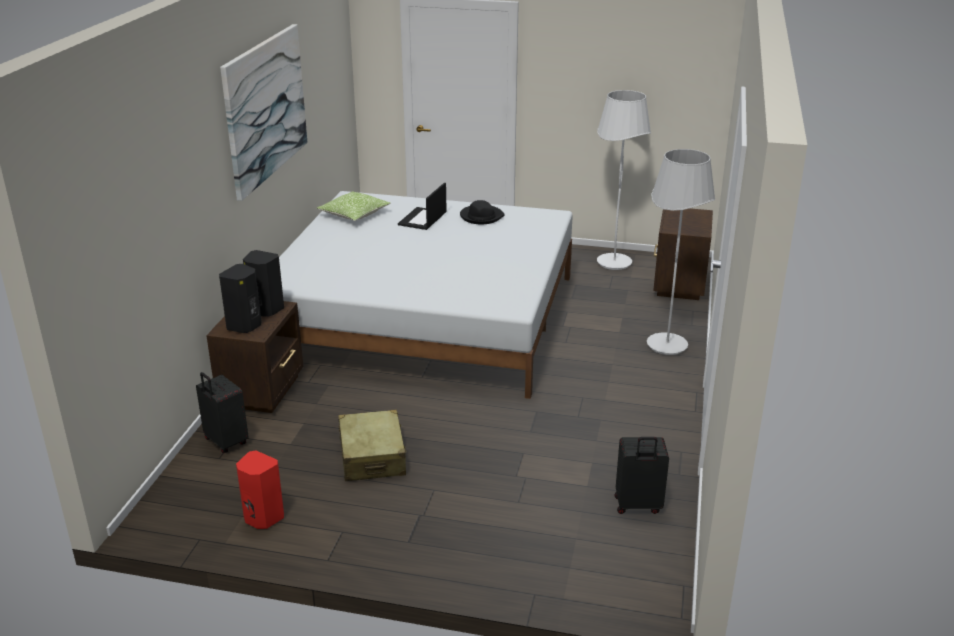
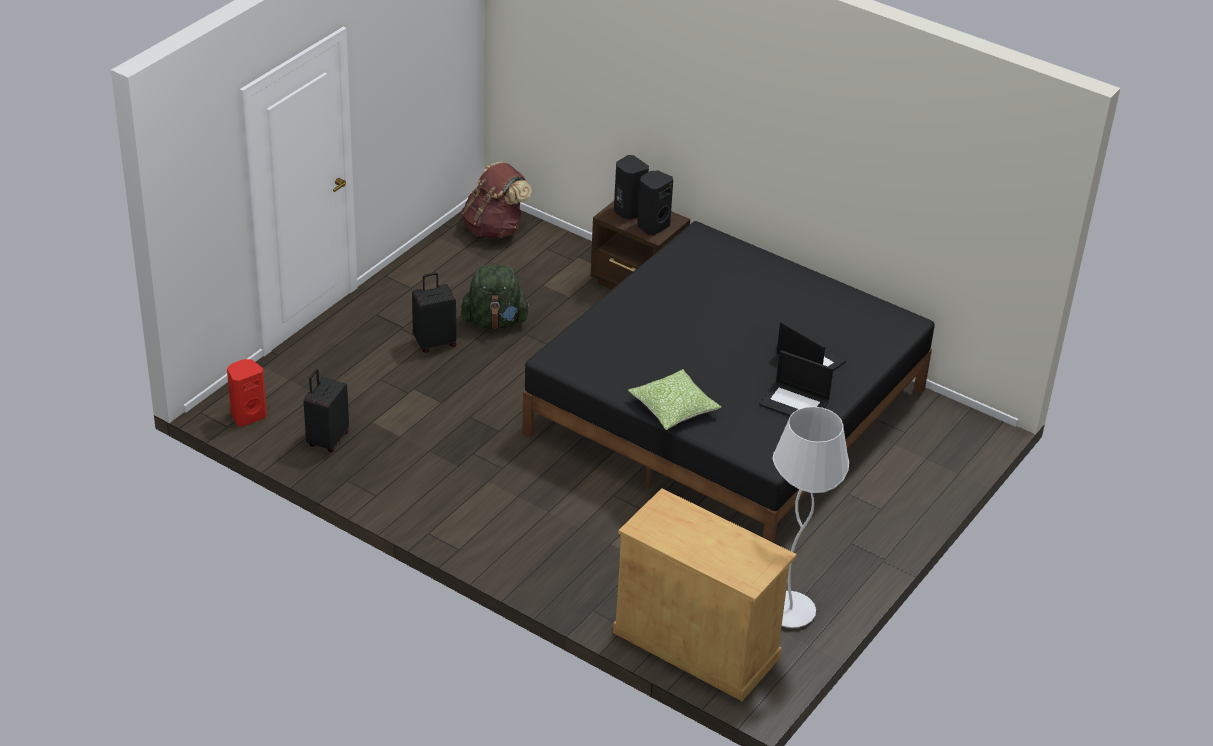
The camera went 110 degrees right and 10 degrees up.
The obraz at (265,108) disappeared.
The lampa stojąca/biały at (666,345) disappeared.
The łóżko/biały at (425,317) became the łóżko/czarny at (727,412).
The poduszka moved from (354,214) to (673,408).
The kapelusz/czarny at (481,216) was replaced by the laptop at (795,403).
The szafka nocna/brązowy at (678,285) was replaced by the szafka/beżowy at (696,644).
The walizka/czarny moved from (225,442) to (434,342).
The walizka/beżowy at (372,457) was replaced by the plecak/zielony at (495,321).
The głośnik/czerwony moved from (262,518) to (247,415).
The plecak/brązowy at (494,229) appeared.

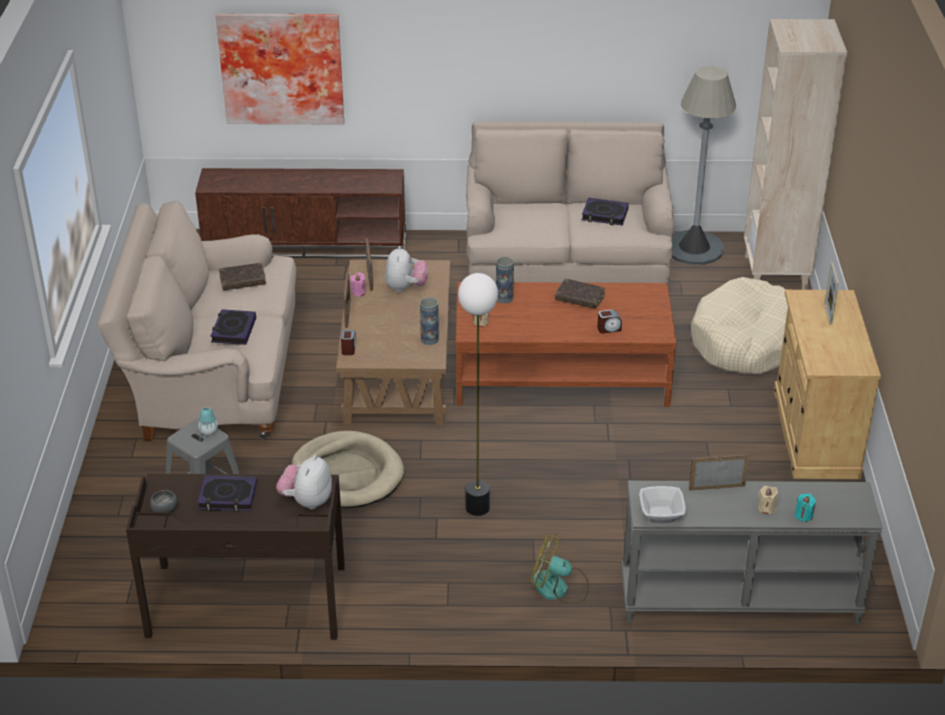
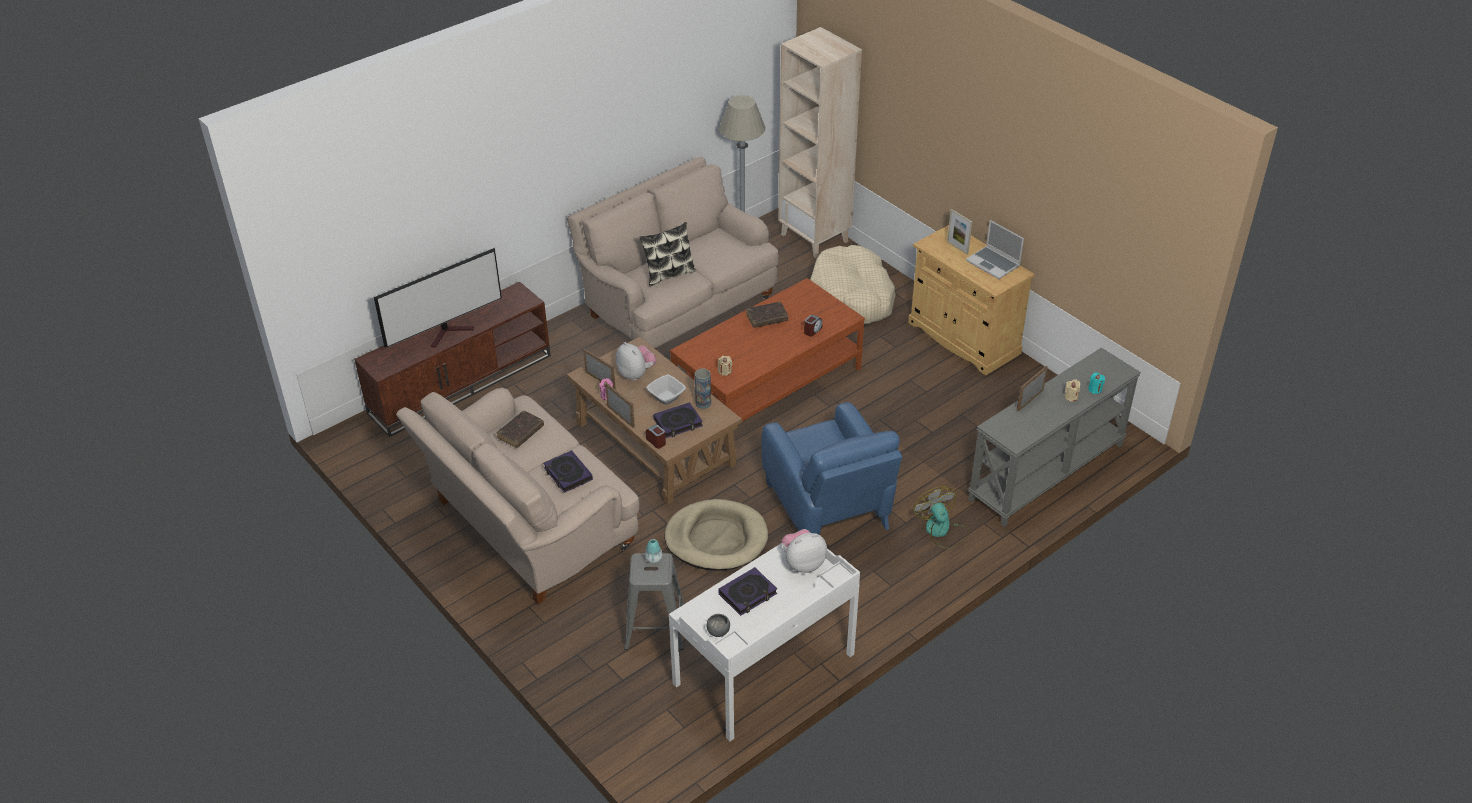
The camera went 40 degrees left and 5 degrees up.
The obraz at (282,67) disappeared.
The książka moved from (605,215) to (678,423).
The wazon at (504,298) disappeared.
The lampa stojąca at (477,507) was replaced by the fotel/niebieski at (828,509).
The pluszak at (307,501) turned 90 degrees clockwise.
The biurko/brązowy at (247,602) became the biurko/biały at (765,670).
The miska moved from (660,514) to (666,397).
The wentylator at (558,588) turned 90 degrees clockwise.
The laptop at (994,263) appeared.
The poduszka at (669,274) appeared.
The telewizor at (450,332) appeared.

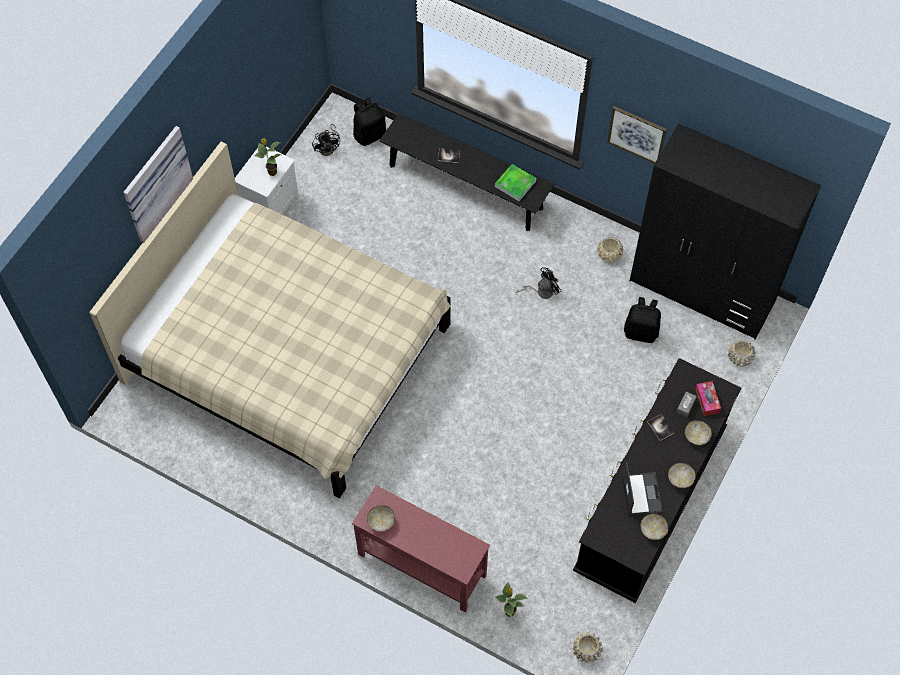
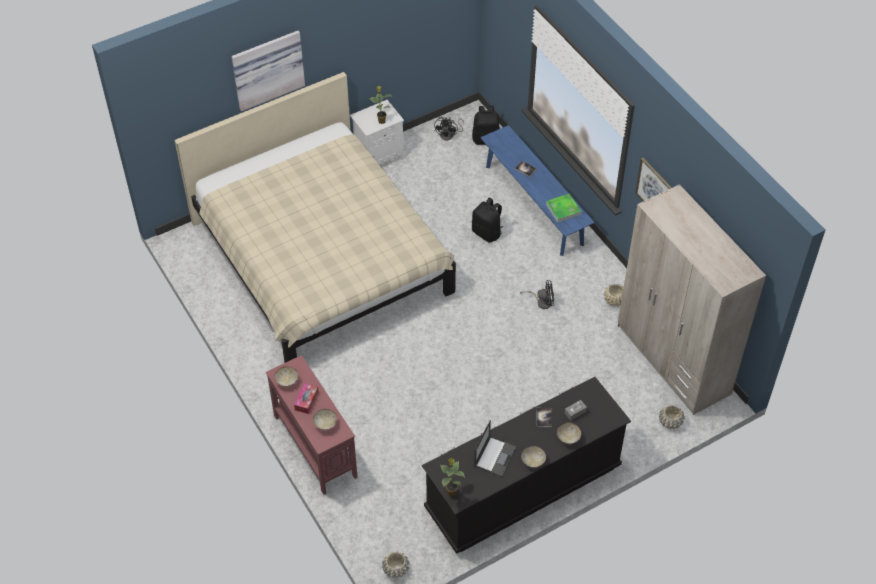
The camera went 30 degrees right and 10 degrees down.
The ławka/czarny at (465,187) became the ławka/niebieski at (534,205).
The szafa/czarny at (702,291) became the szafa/beżowy at (673,360).
The plecak/czarny moved from (641,331) to (487,233).
The pudełko chusteczek moved from (707,400) to (306,401).
The miska moved from (653,531) to (325,424).
The roślina doniczkowa moved from (509,611) to (451,492).

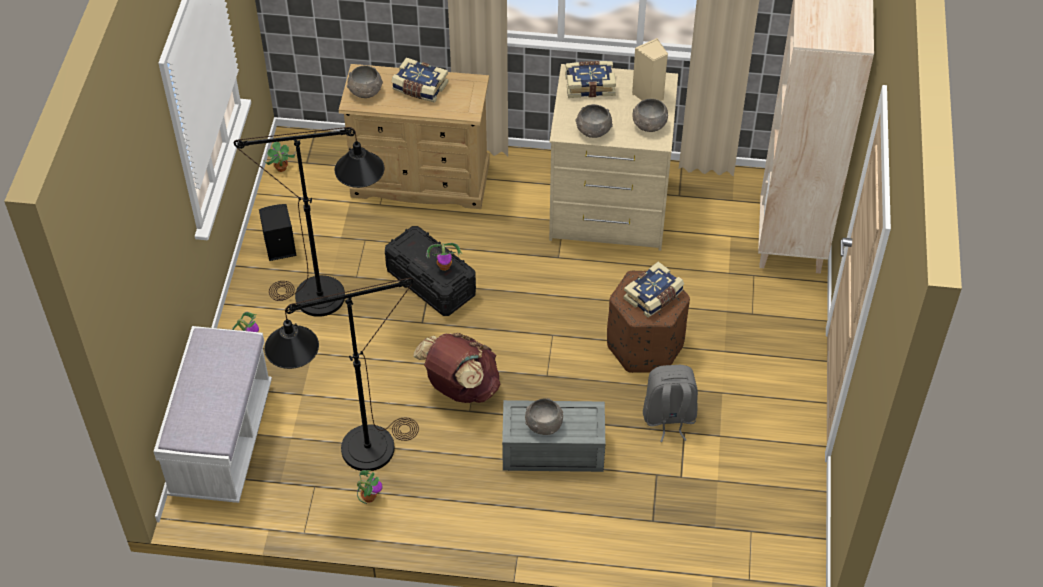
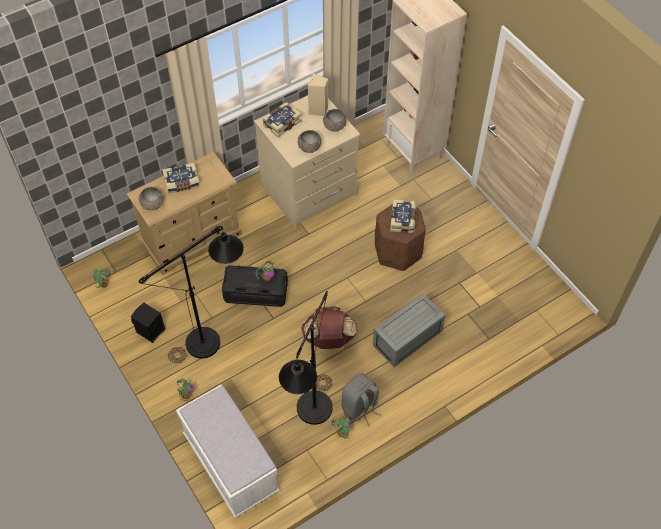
The camera went 40 degrees left and 5 degrees up.
The plecak/szary moved from (669,418) to (360,408).
The miska/szary at (544,424) disappeared.

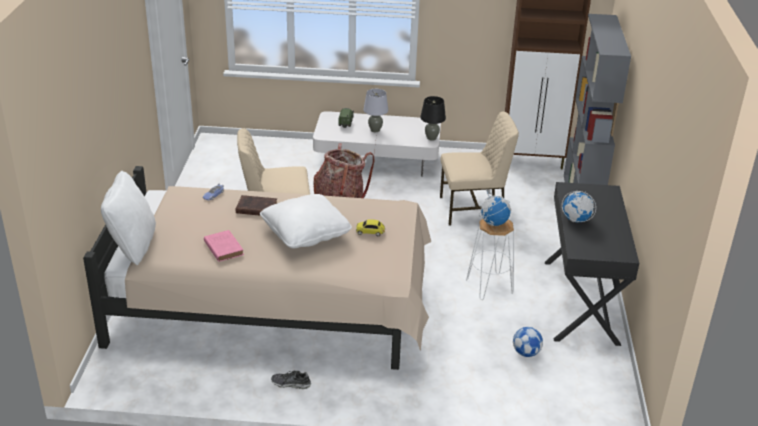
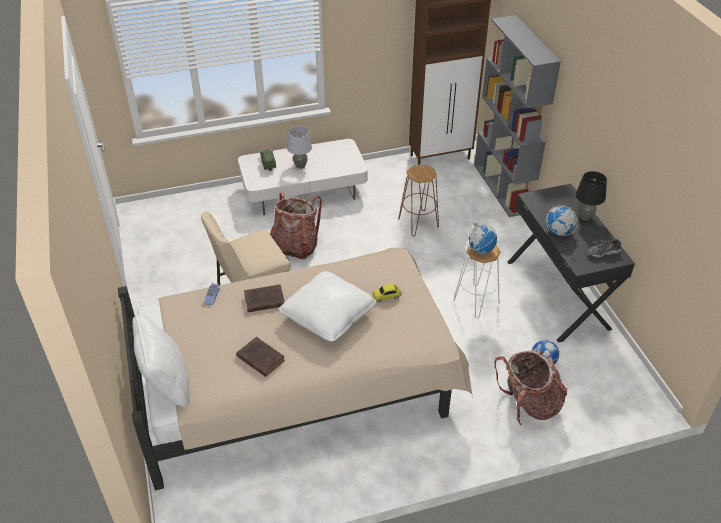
The camera went 20 degrees left and 10 degrees up.
The lampa stołowa/czarny moved from (431,138) to (585,217).
The krzesło/beżowy at (473,210) was replaced by the stołek/brązowy at (418,223).
The książka/różowy at (223,247) became the książka/brązowy at (260,358).
The but moved from (291,384) to (603,252).
The plecak at (529,404) appeared.

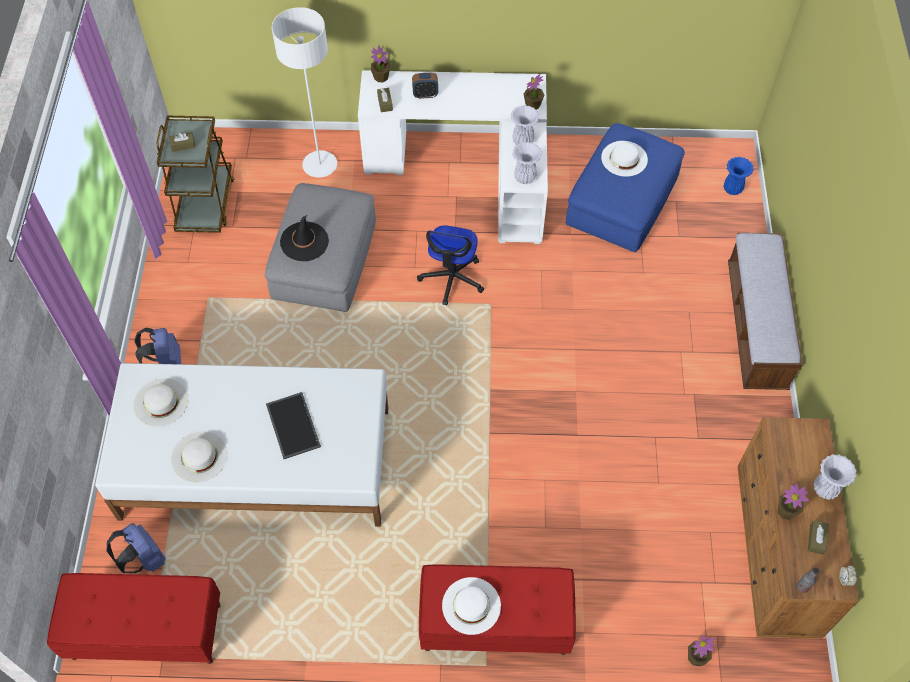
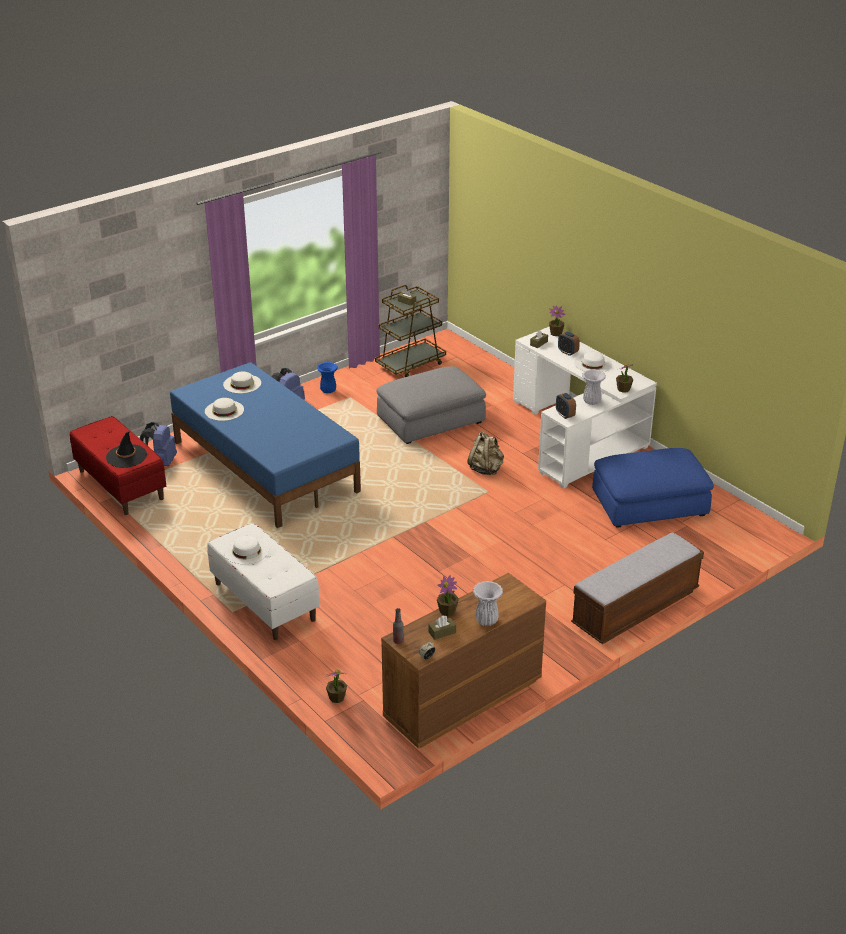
The camera went 50 degrees right and 25 degrees down.
The lampa stojąca/biały at (320,165) disappeared.
The kapelusz/biały moved from (624,158) to (593,363).
The wazon/biały at (525,177) was replaced by the budzik at (565,415).
The wazon/niebieski moved from (732,189) to (328,391).
The kapelusz/czarny moved from (304,241) to (126,456).
The krzesło biurowe at (452,278) was replaced by the plecak/beżowy at (486,469).
The łóżko/biały at (256,461) became the łóżko/niebieski at (265,466).
The taca at (291,425) disappeared.
The ławka/czerwony at (495,623) became the ławka/biały at (264,602).

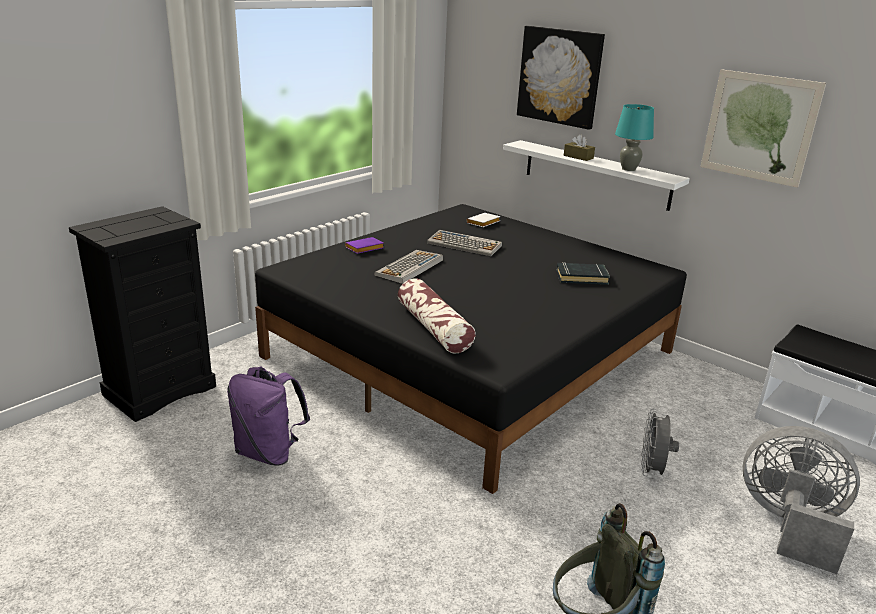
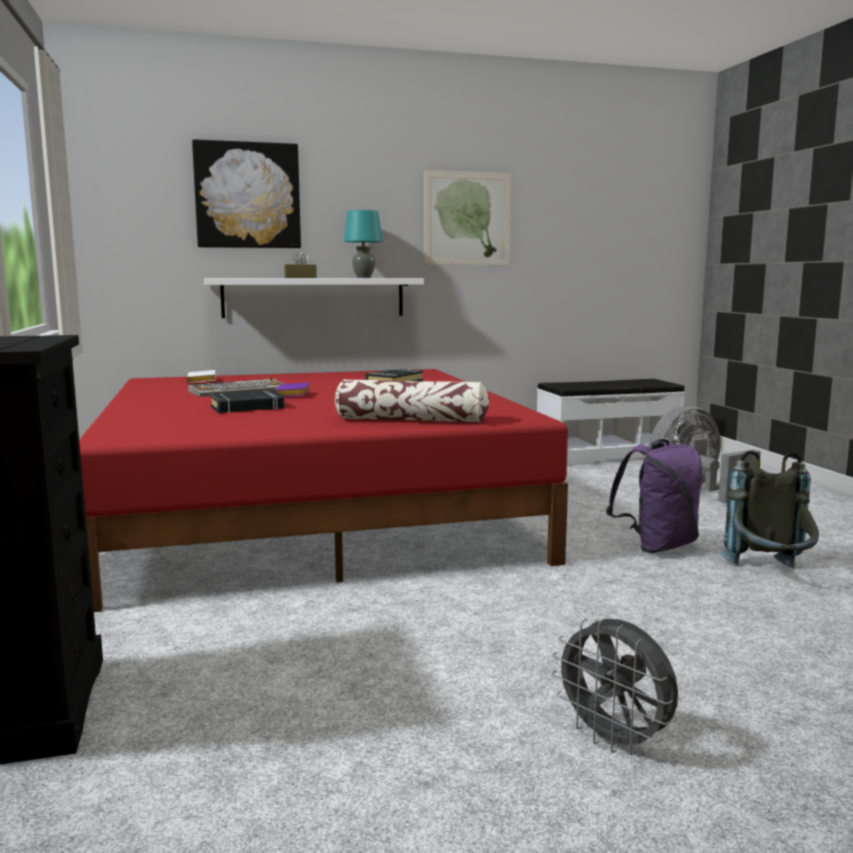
The camera went 55 degrees left and 15 degrees down.
The łóżko/czarny at (472,354) became the łóżko/czerwony at (312,513).
The książka/fioletowy moved from (364,249) to (294,395).
The klawiatura at (409,268) was replaced by the książka/czarny at (247,407).
The plecak/fioletowy moved from (269,453) to (657,546).
The wentylator/szary moved from (652,470) to (615,741).

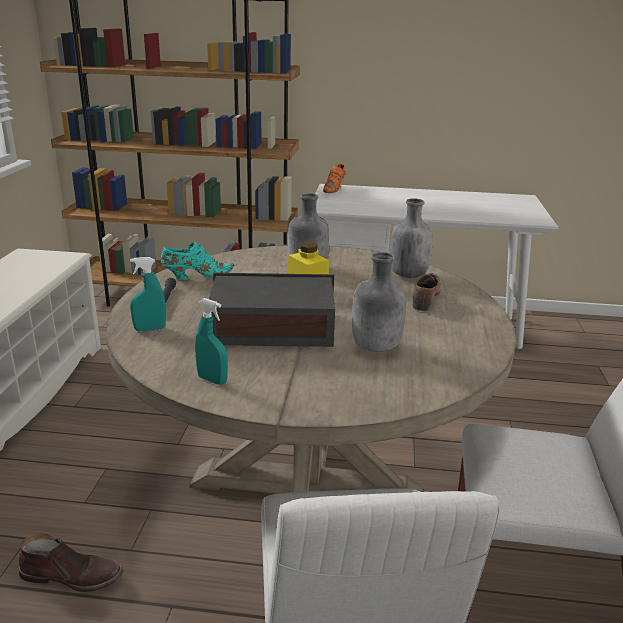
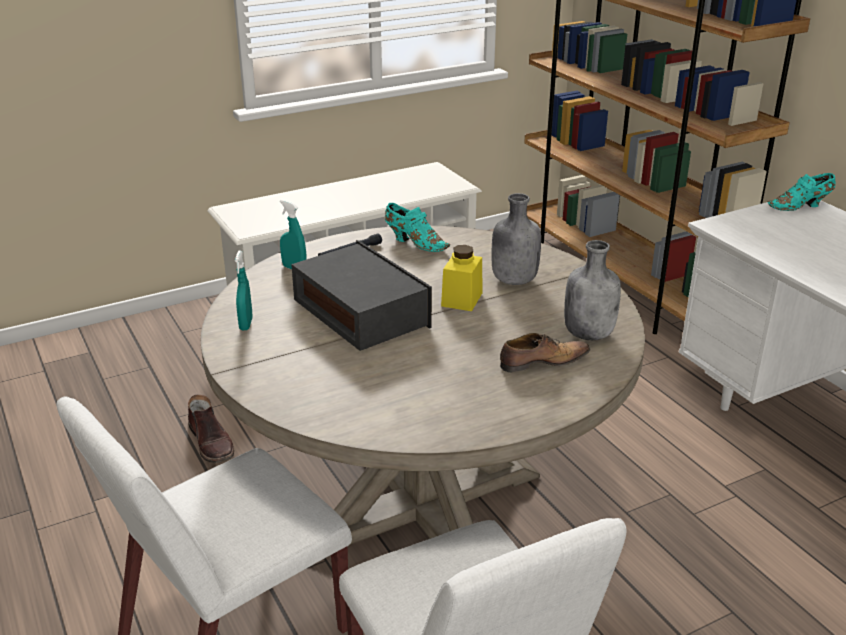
The camera went 55 degrees right and 5 degrees up.
The but/pomarańczowy at (334,189) became the but/turkusowy at (801,207).
The butelka/szary at (375,347) disappeared.

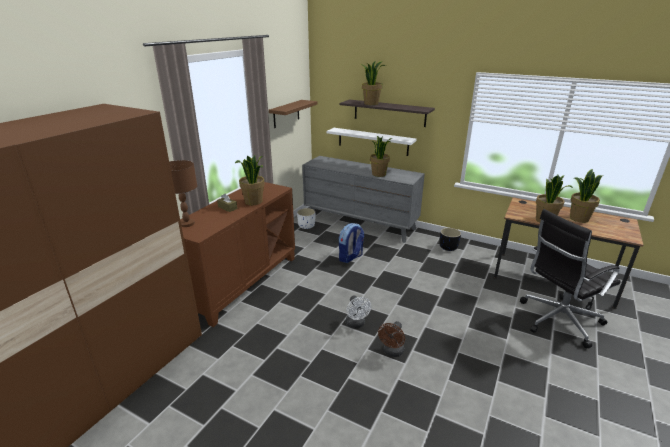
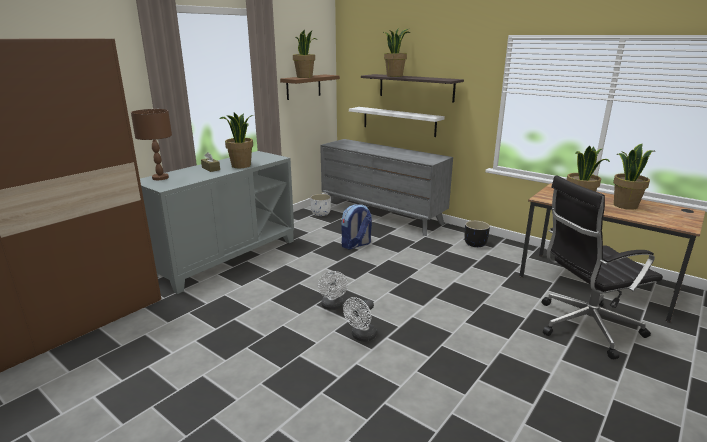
The camera went 10 degrees right and 5 degrees down.
The roślina doniczkowa moved from (379,174) to (305,77).
The szafka/brązowy at (241,282) became the szafka/szary at (226,257).
The wentylator/brązowy at (392,352) became the wentylator/biały at (361,337).

